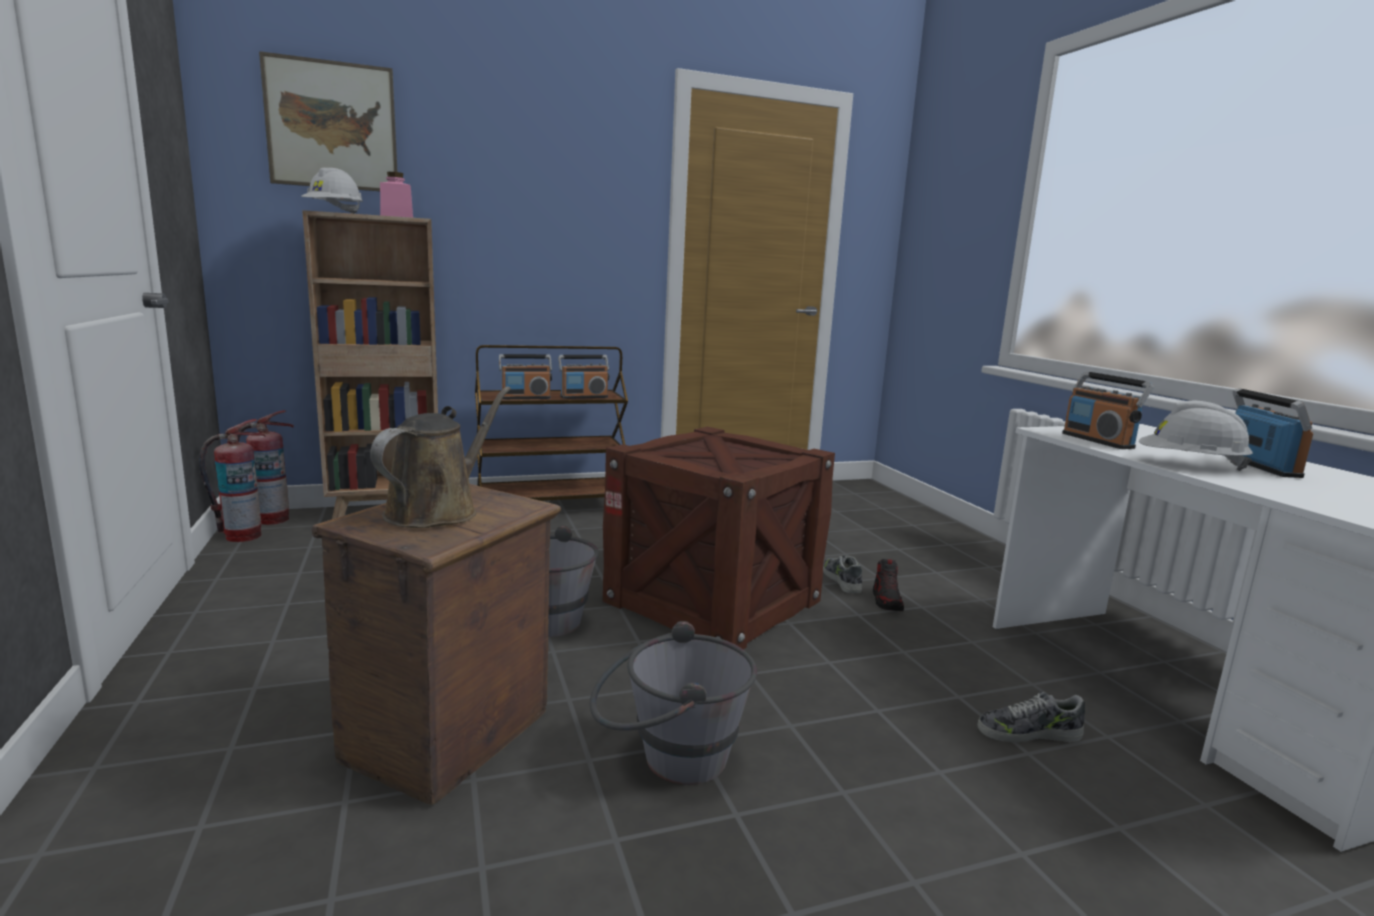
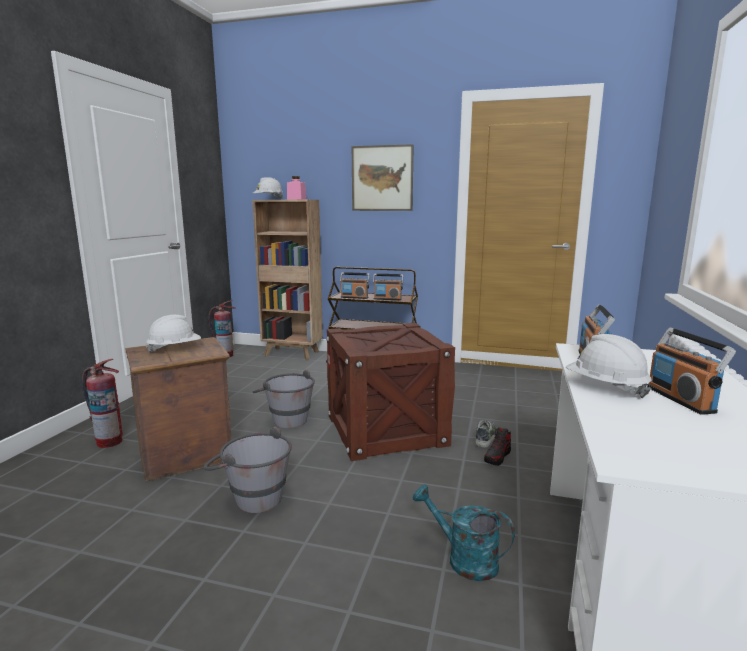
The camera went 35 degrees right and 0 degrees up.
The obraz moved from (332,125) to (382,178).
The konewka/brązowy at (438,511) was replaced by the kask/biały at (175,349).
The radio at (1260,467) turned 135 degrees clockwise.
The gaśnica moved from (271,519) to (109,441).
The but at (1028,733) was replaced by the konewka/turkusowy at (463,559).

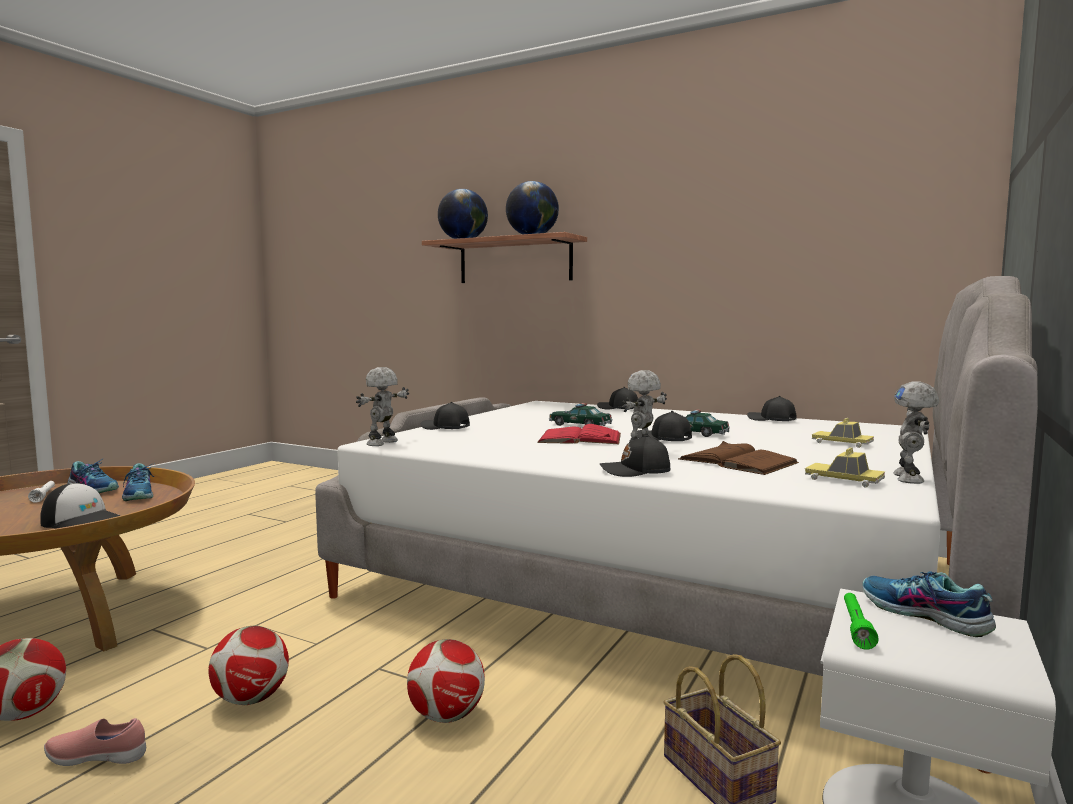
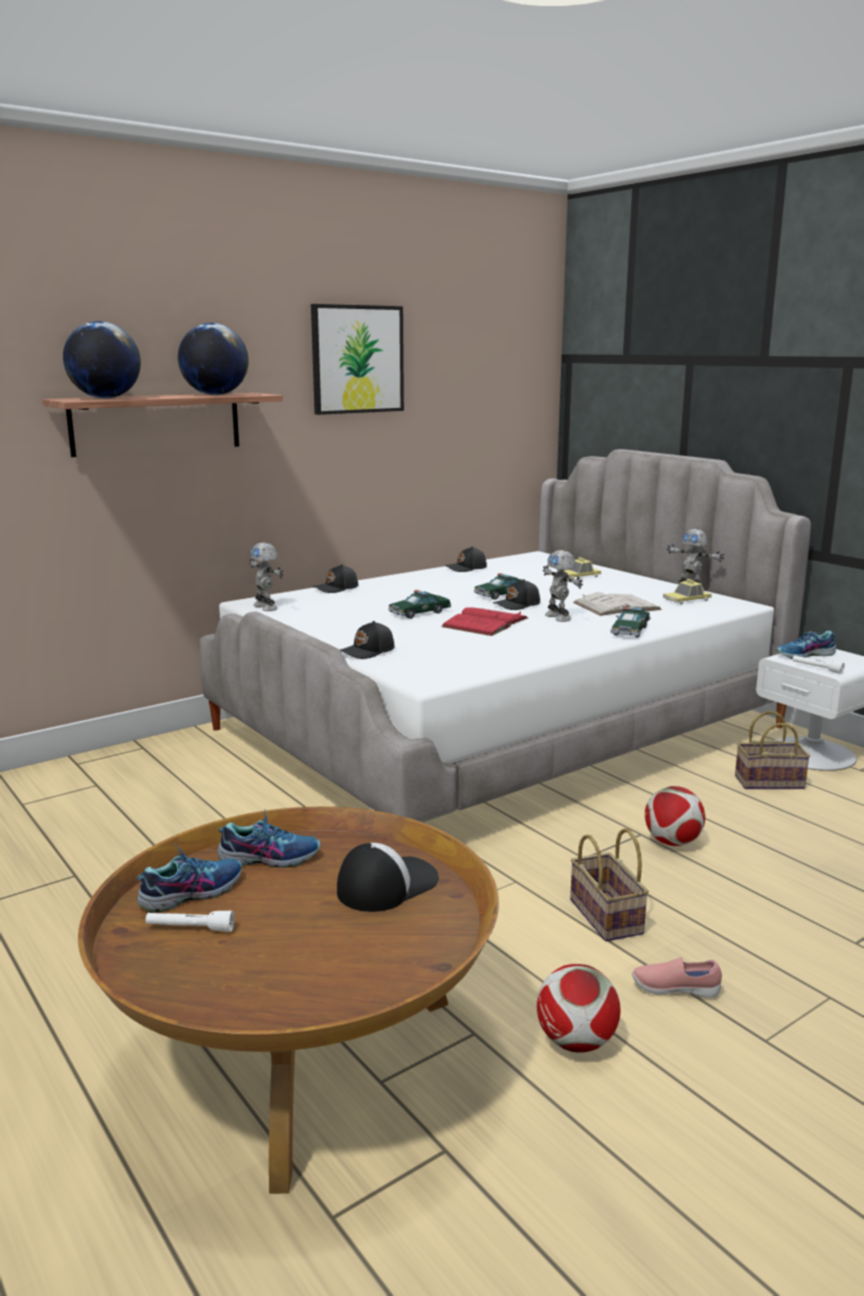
The camera went 65 degrees left and 10 degrees up.
The robot zabawkowy moved from (383,443) to (266,607).
The czapka z daszkiem/czarny at (636,471) was replaced by the samochodzik at (630,630).
The książka/brązowy at (737,461) became the książka/biały at (616,606).
The latarka/zielony at (856,627) became the latarka/biały at (817,668).
The piłka futbolowa at (251,699) was replaced by the koszyk at (608,917).
The but/różowy at (98,758) turned 75 degrees clockwise.
The obraz at (357,359) appeared.

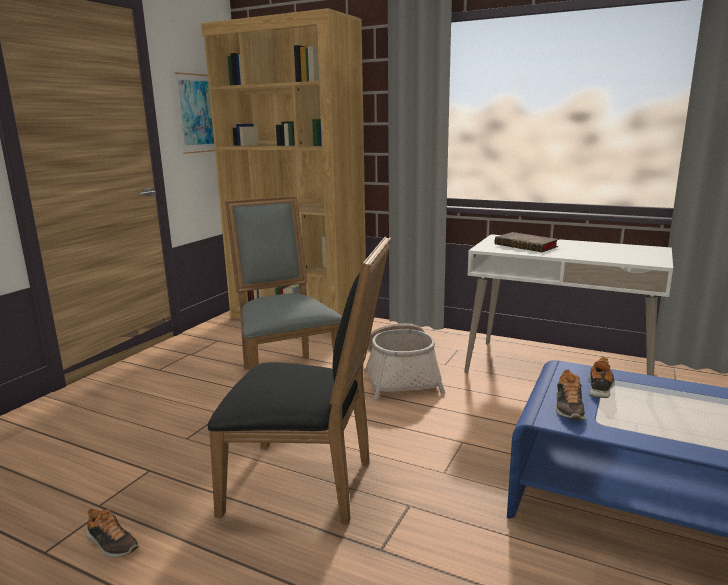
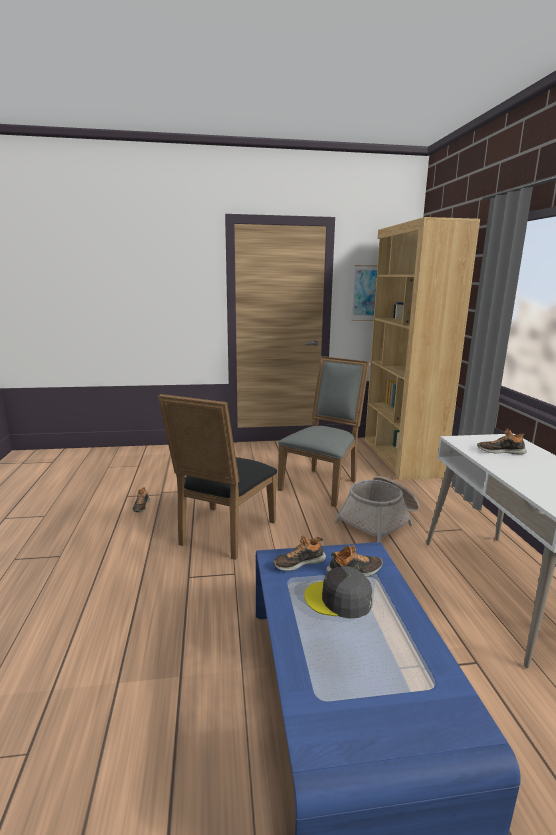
The camera went 55 degrees right and 0 degrees up.
The książka at (527,246) was replaced by the but at (500,451).
The krzesło/czarny at (308,485) turned 45 degrees clockwise.
The czapka z daszkiem/szary at (339,599) appeared.

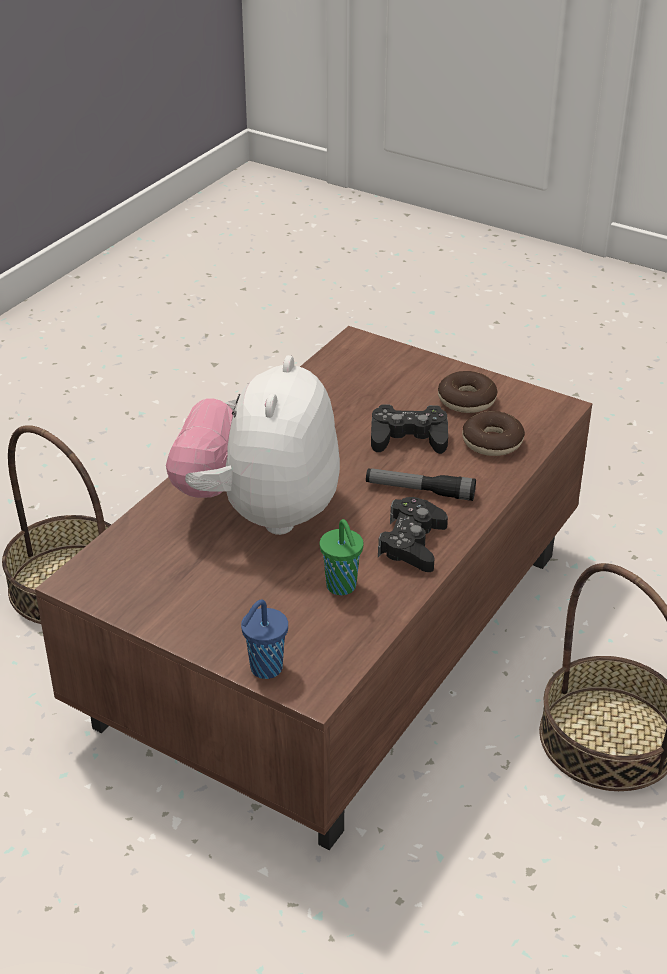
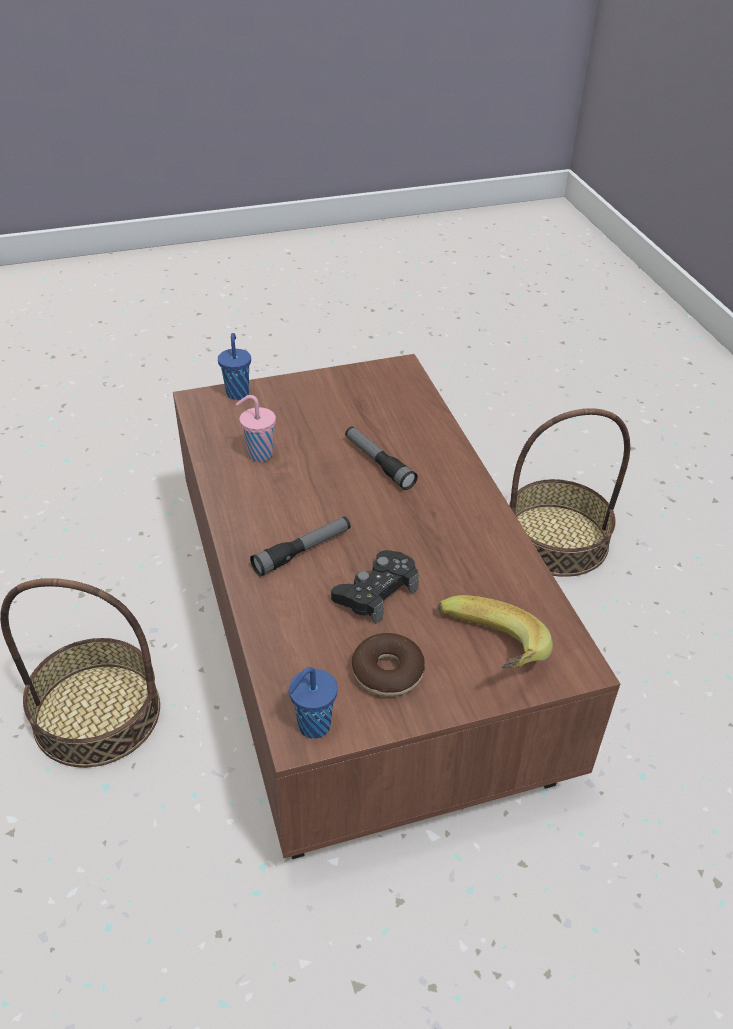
The camera went 130 degrees right and 5 degrees up.
The pluszak at (261,512) was replaced by the latarka at (378,463).
The donut at (492,442) disappeared.
The pad do gier/czarny at (412,543) disappeared.
The filiżanka/zielony at (342,587) became the filiżanka/różowy at (258,454).
The banan at (486,656) appeared.
The filiżanka/niebieski at (312,727) appeared.

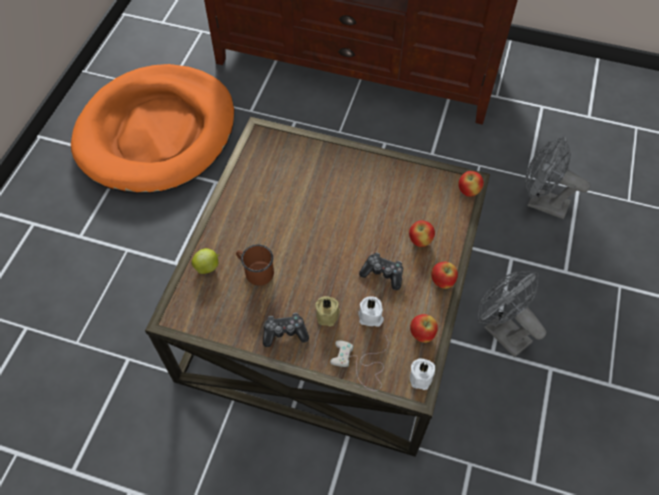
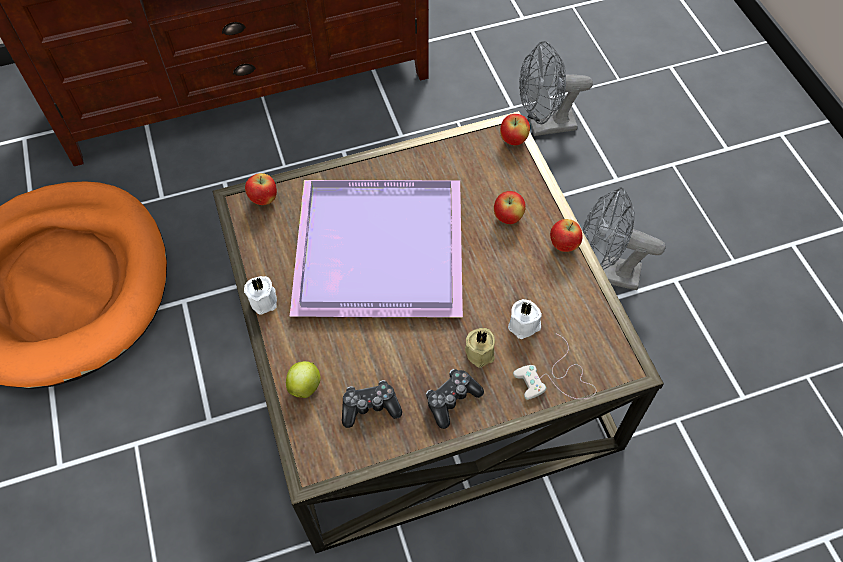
The camera went 35 degrees left and 0 degrees up.
The kubek/brązowy at (255,271) disappeared.
The pad do gier moved from (383,274) to (370,407).
The jabłko moved from (421,334) to (264,199).
The świeca/biały moved from (422,377) to (264,300).
The taca/fioletowy at (376,247) appeared.

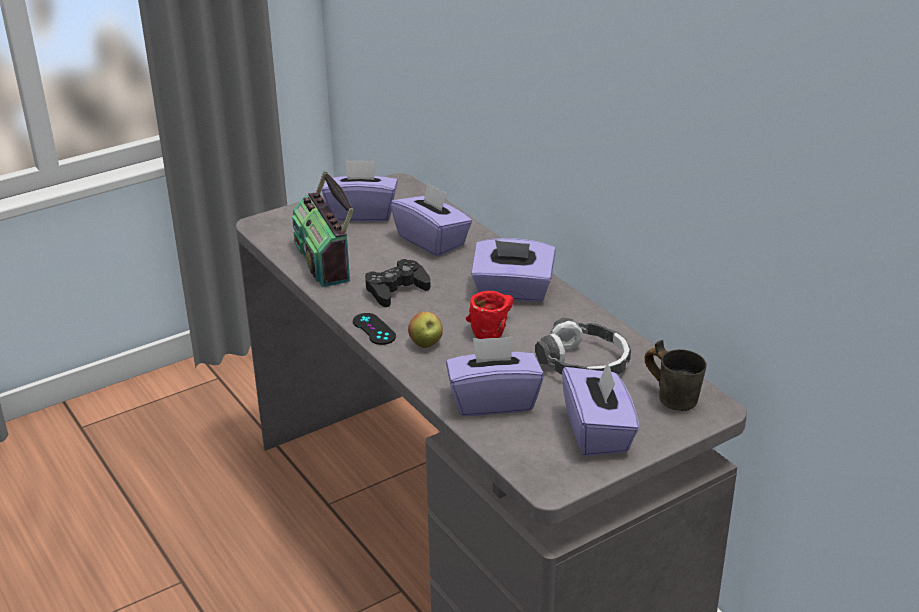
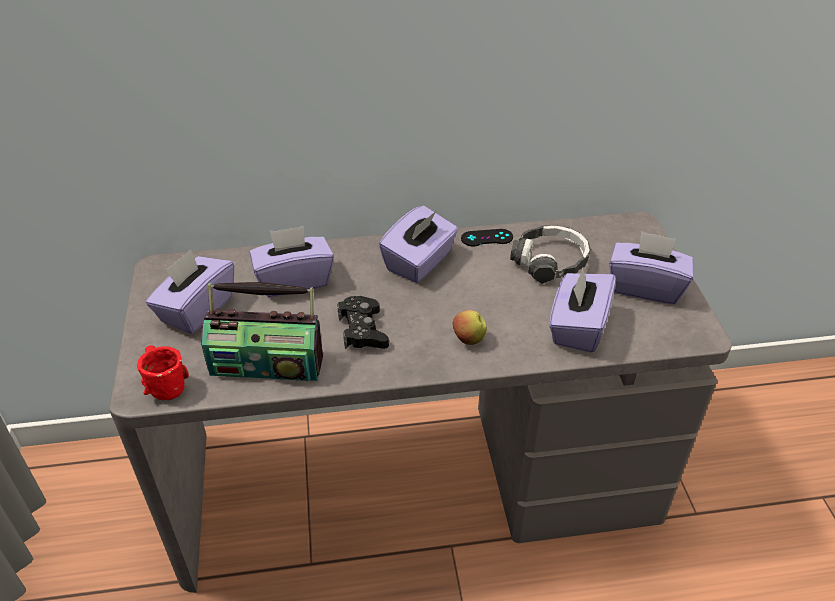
The camera went 65 degrees left and 10 degrees up.
The kubek/czerwony moved from (492,327) to (161,382).
The pad do gier/czarny moved from (374,329) to (487,238).
The kubek/szary at (674,396) disappeared.

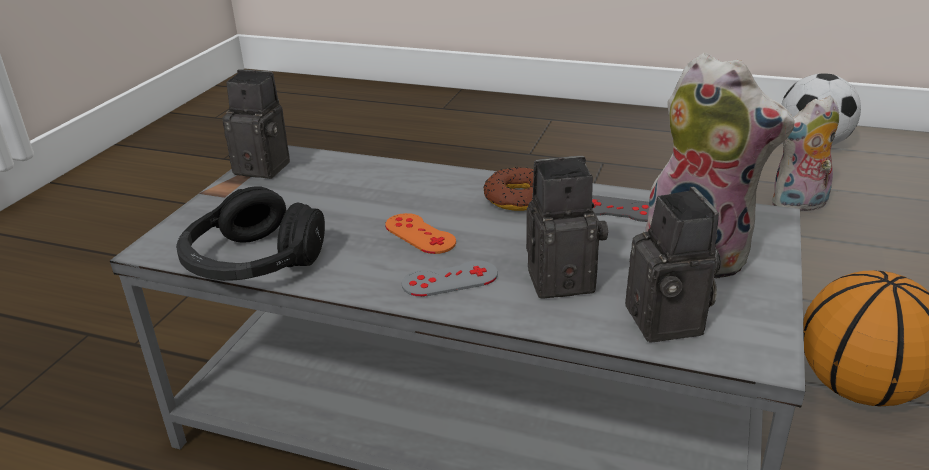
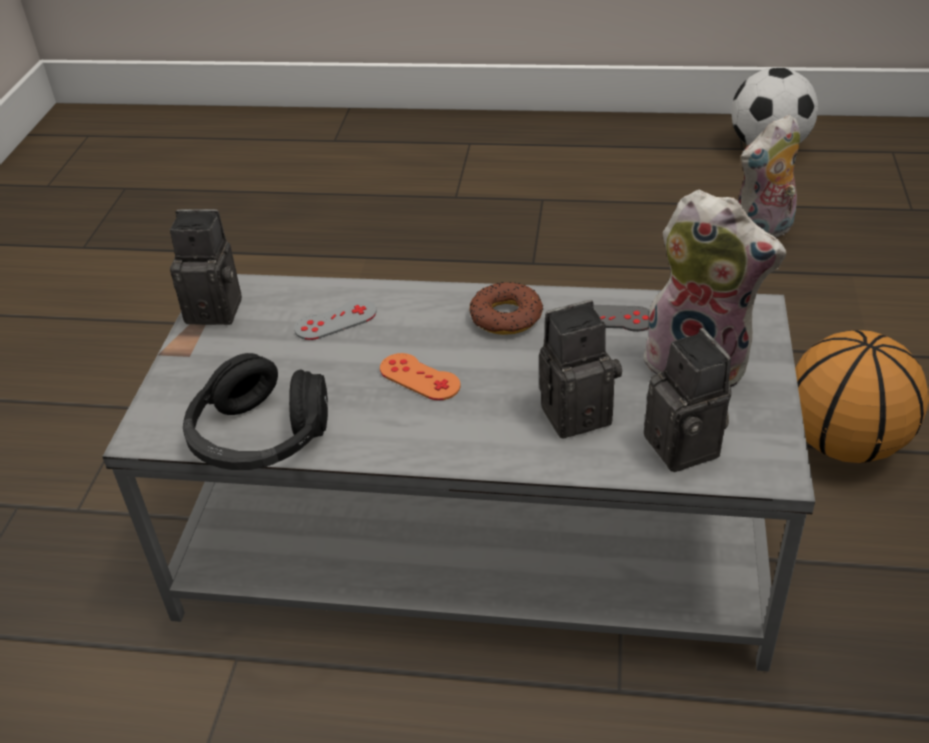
The camera went 10 degrees left and 10 degrees up.
The pad do gier/szary moved from (450,279) to (335,320).

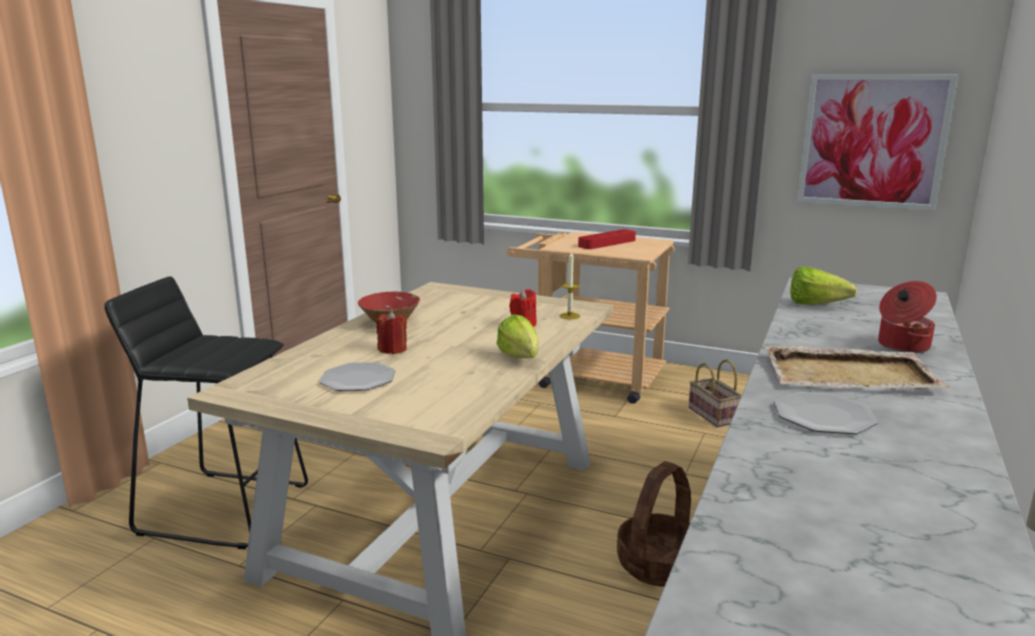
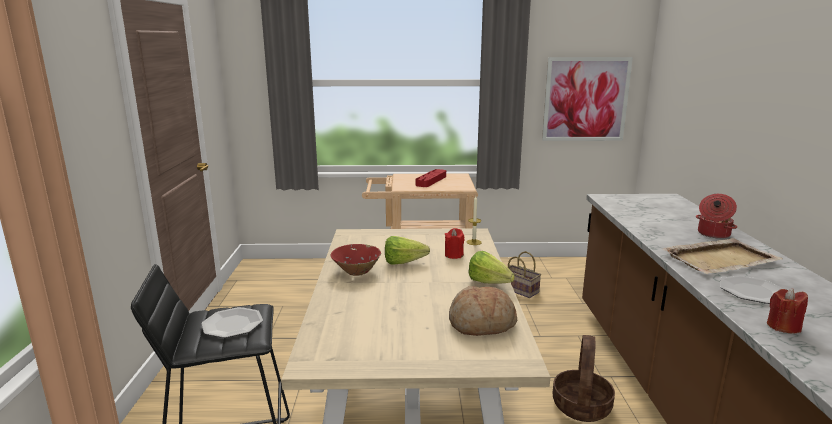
The camera went 25 degrees left and 0 degrees up.
The sałata moved from (821,305) to (407,263).
The świeca/czerwony moved from (393,349) to (783,326).
The talerz moved from (358,379) to (232,324).
The chleb at (481,323) appeared.

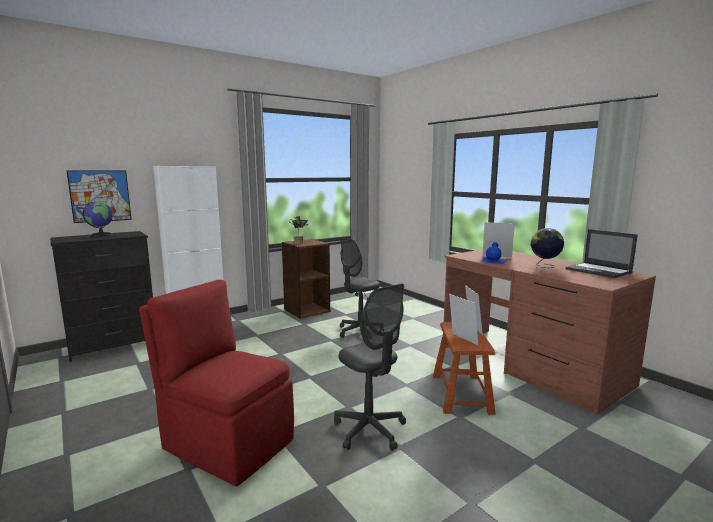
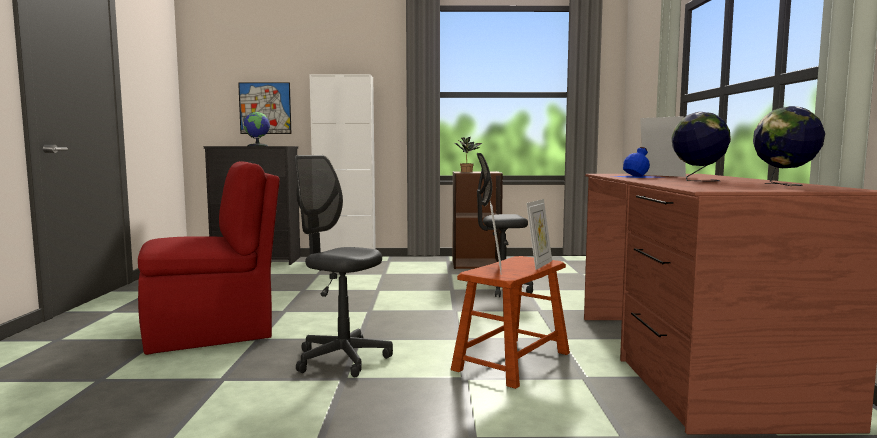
The camera went 35 degrees right and 5 degrees down.
The laptop at (599,271) was replaced by the globus at (784,185).
The krzesło/czerwony at (226,442) turned 90 degrees clockwise.
The krzesło biurowe/szary at (370,430) turned 120 degrees clockwise.

